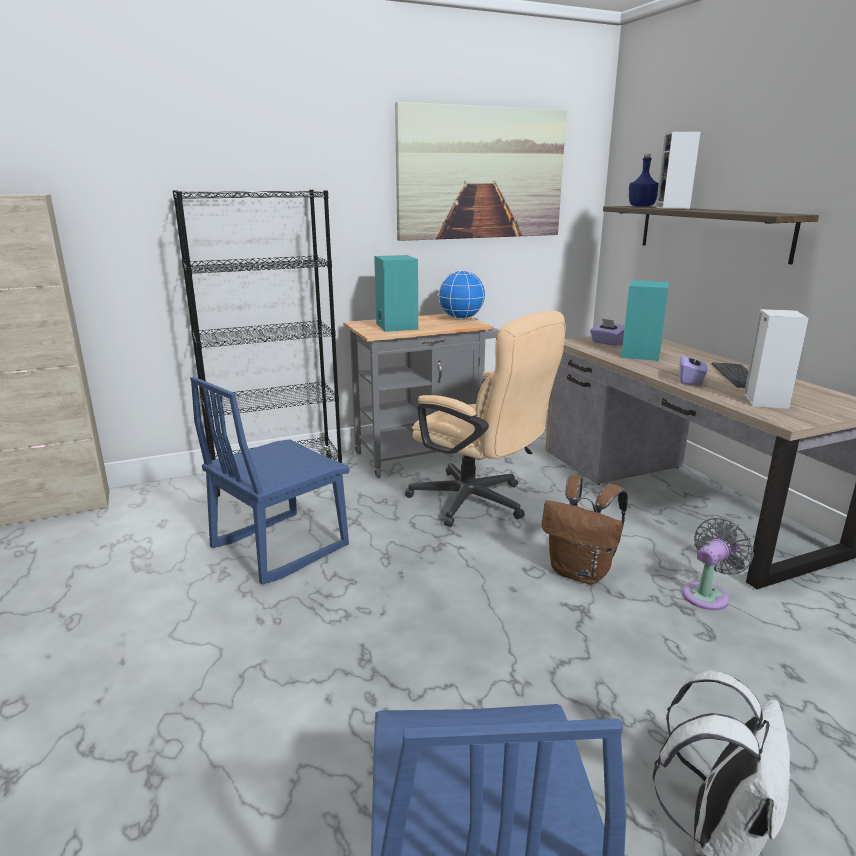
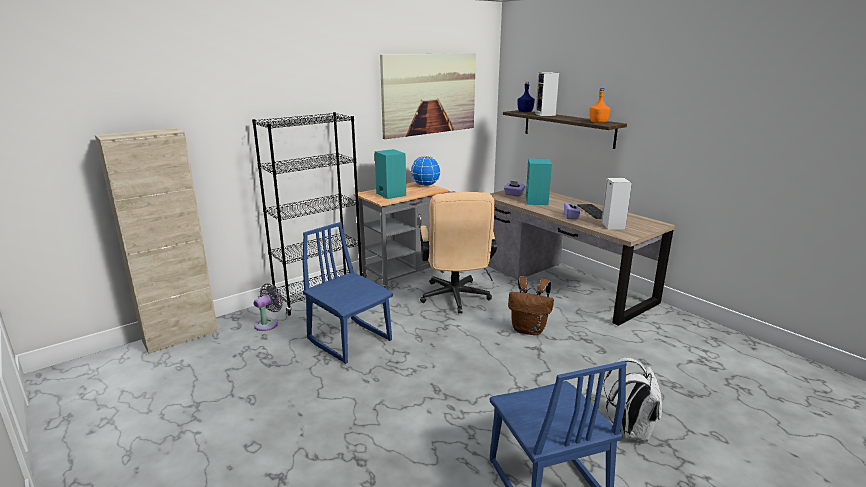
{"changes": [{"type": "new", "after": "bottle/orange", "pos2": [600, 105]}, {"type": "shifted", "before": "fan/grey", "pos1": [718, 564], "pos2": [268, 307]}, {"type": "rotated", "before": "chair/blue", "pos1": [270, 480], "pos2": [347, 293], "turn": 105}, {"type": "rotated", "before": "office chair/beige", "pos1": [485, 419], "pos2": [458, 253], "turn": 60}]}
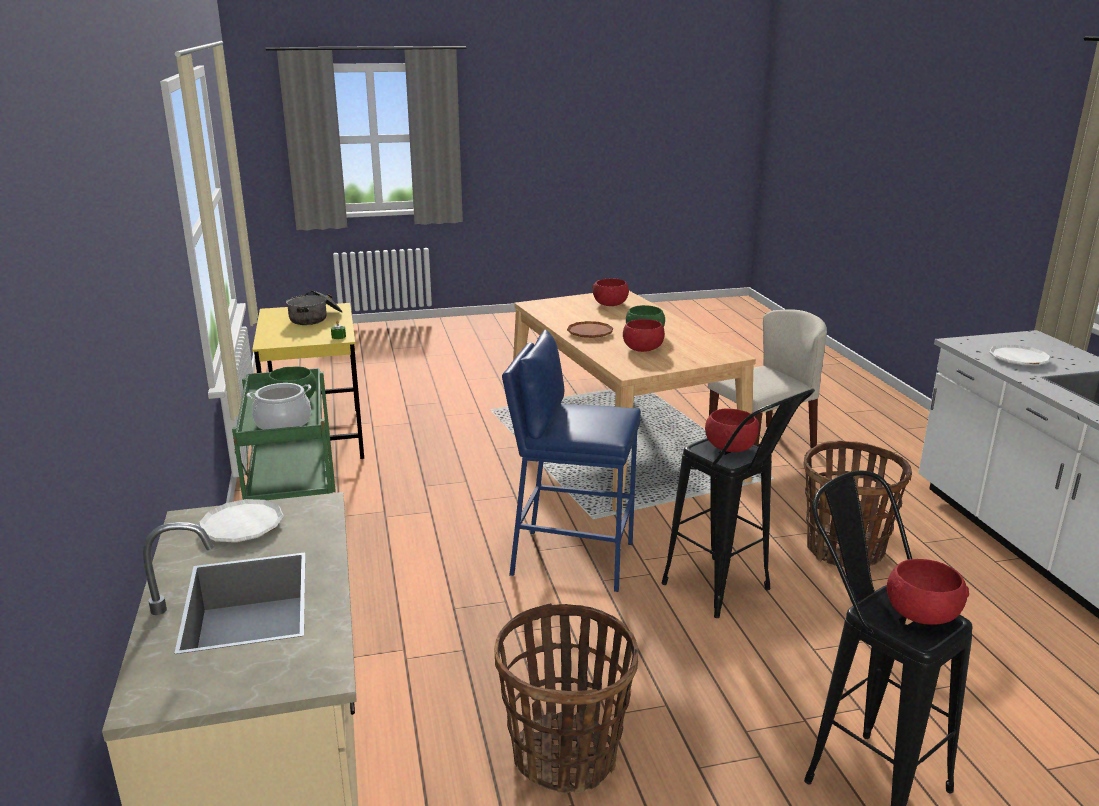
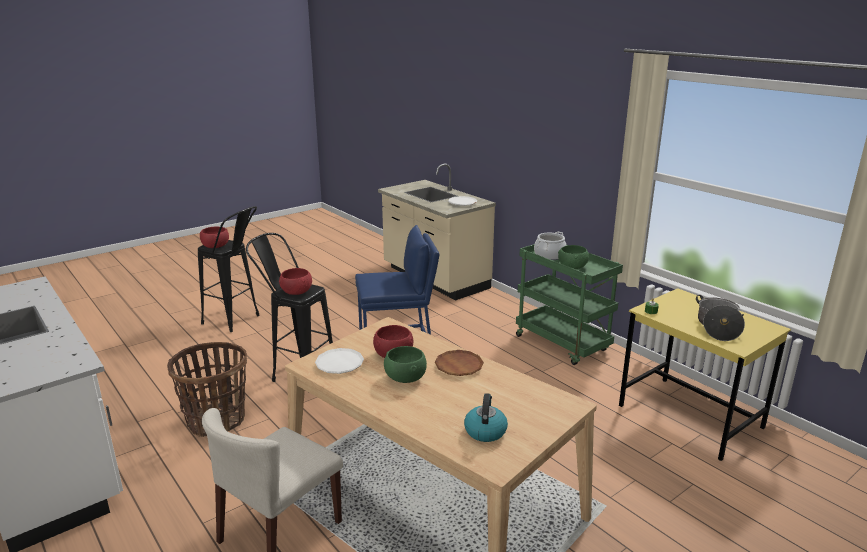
{"changes": [{"type": "gone", "before": "basket", "pos1": [566, 698]}, {"type": "shifted", "before": "plate/white", "pos1": [1020, 355], "pos2": [339, 361]}, {"type": "swapped", "before": "bowl/red", "after": "kettle", "pos1": [610, 292], "pos2": [486, 417]}]}
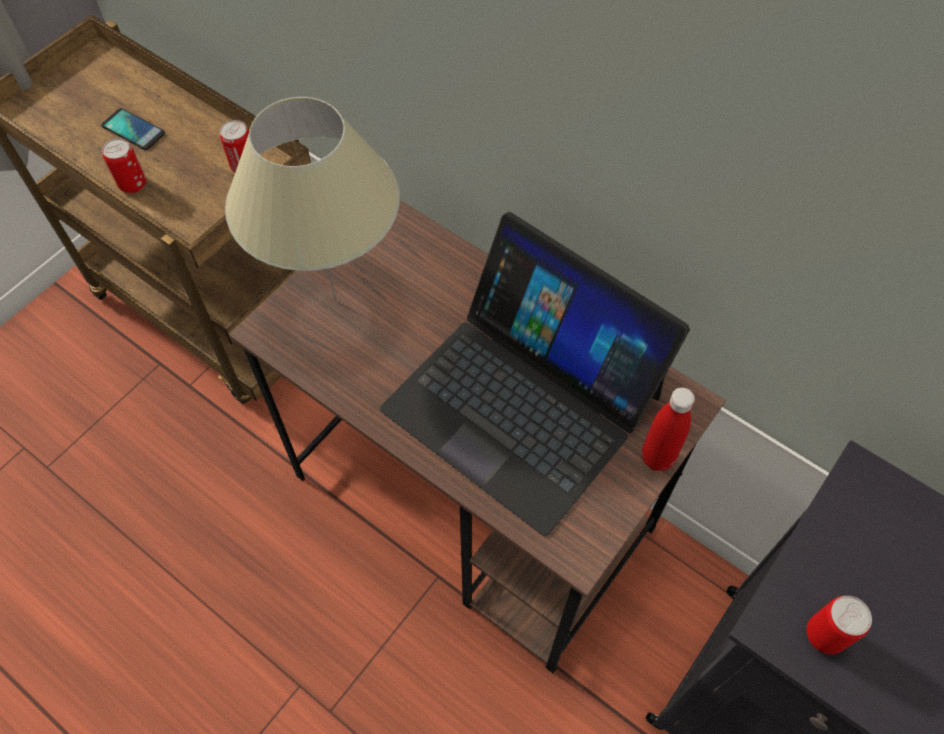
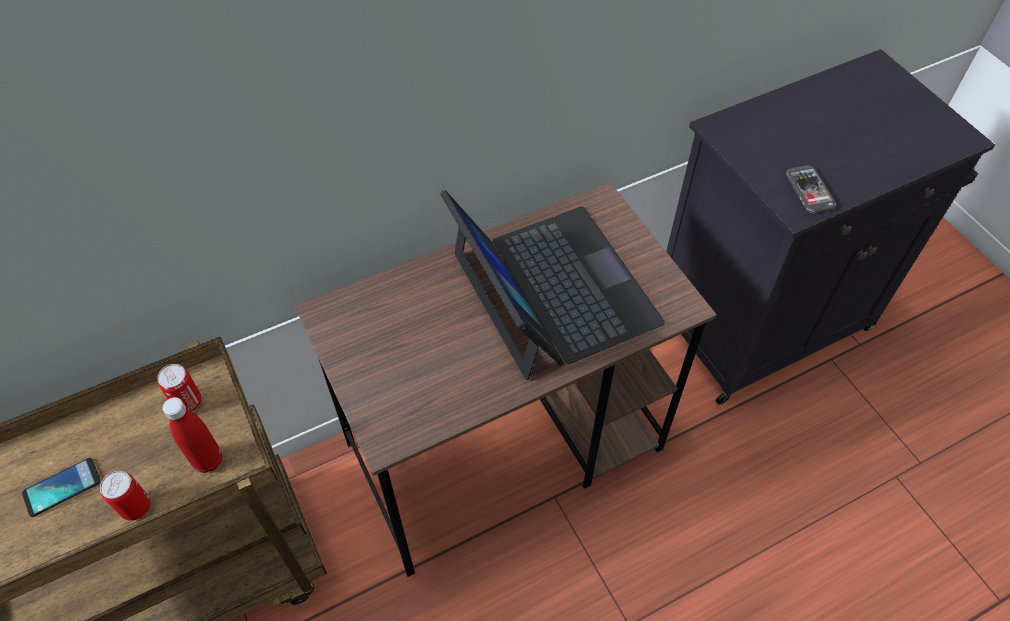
{"changes": [{"type": "gone", "before": "table lamp/beige", "pos1": [312, 199]}, {"type": "shifted", "before": "bottle/red", "pos1": [668, 429], "pos2": [192, 435]}, {"type": "swapped", "before": "can", "after": "phone", "pos1": [839, 625], "pos2": [811, 189]}, {"type": "rotated", "before": "laptop", "pos1": [535, 374], "pos2": [552, 284], "turn": -90}]}
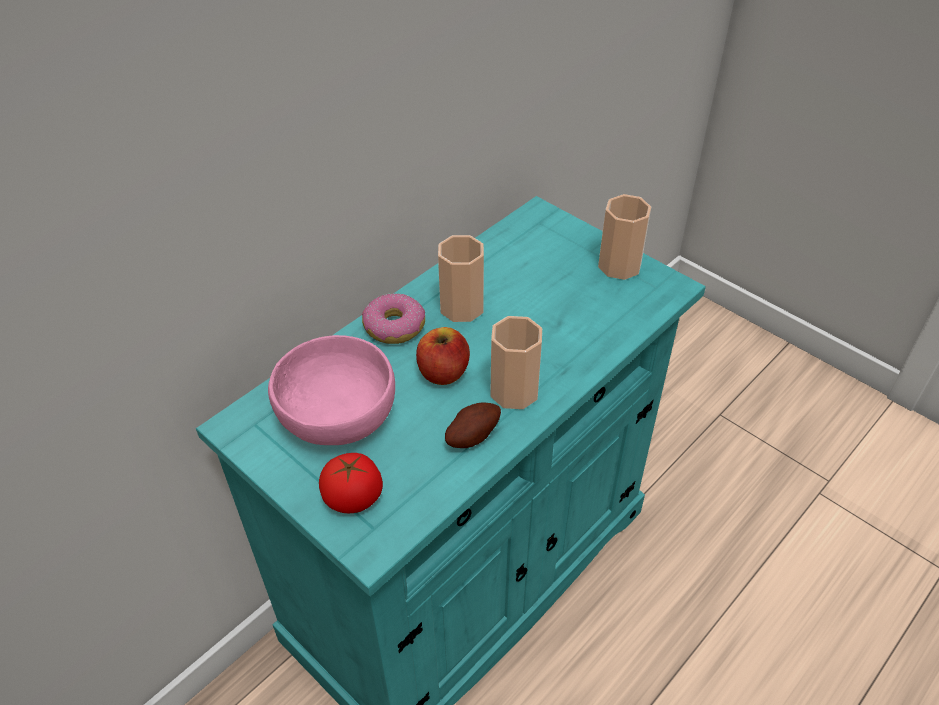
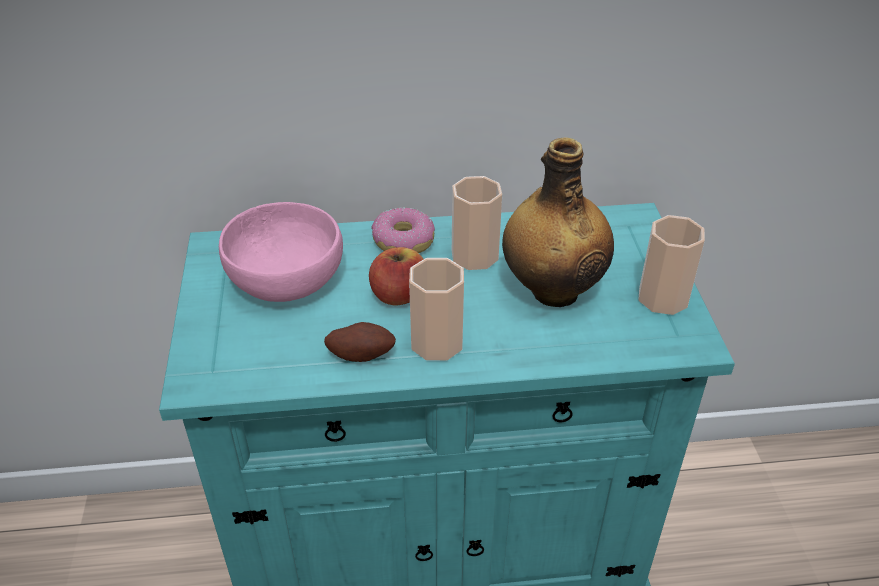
{"changes": [{"type": "gone", "before": "tomato", "pos1": [351, 483]}, {"type": "new", "after": "bottle", "pos2": [558, 222]}]}
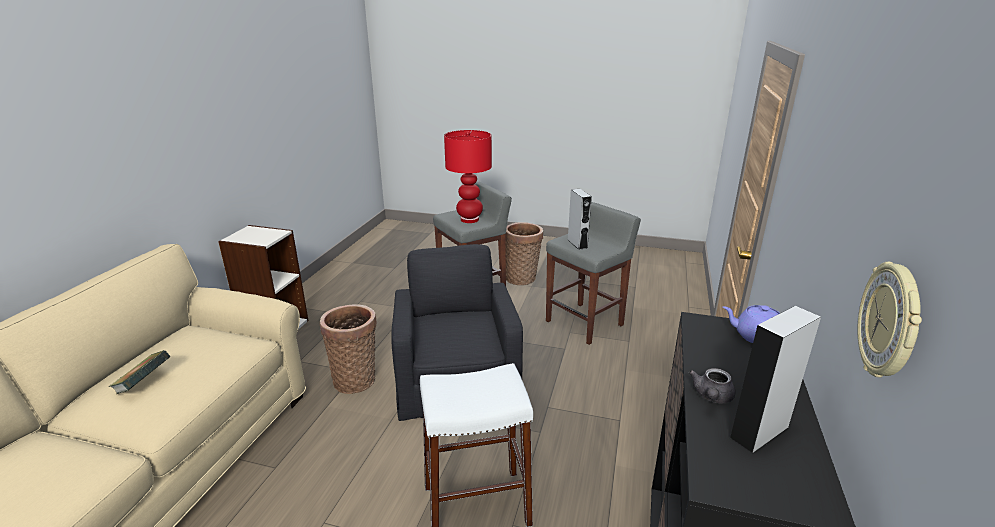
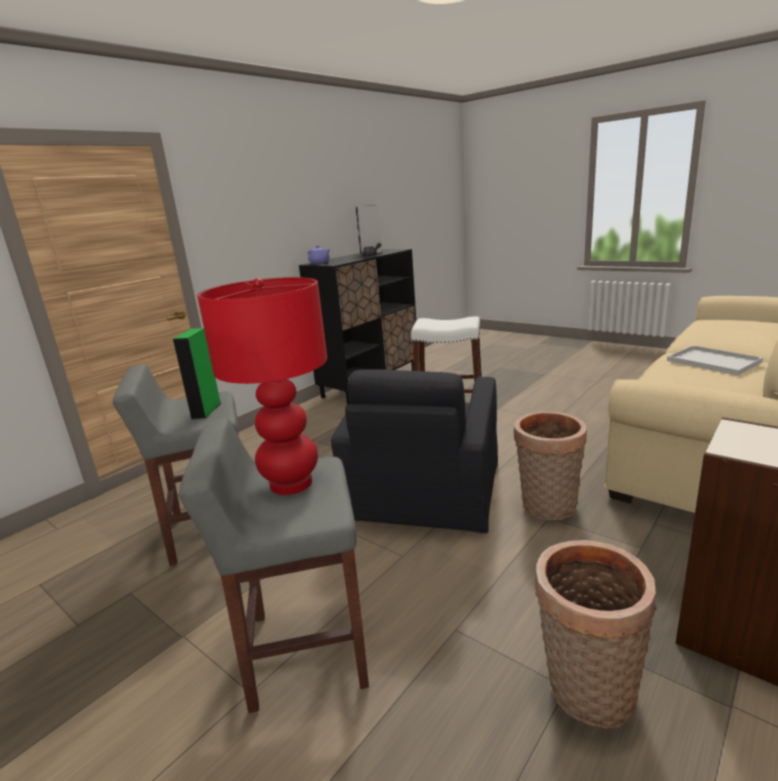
{"changes": [{"type": "gone", "before": "wall clock", "pos1": [890, 319]}, {"type": "shifted", "before": "basket", "pos1": [524, 253], "pos2": [596, 634]}, {"type": "swapped", "before": "book", "after": "tray/white", "pos1": [139, 372], "pos2": [715, 360]}, {"type": "repainted", "before": "speaker/grey", "after": "speaker/green", "pos1": [580, 219], "pos2": [197, 373]}]}
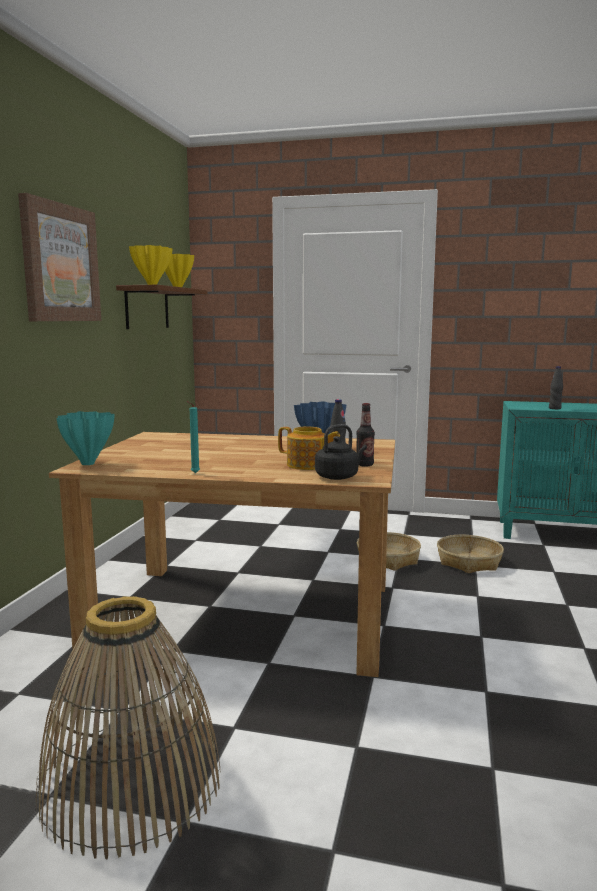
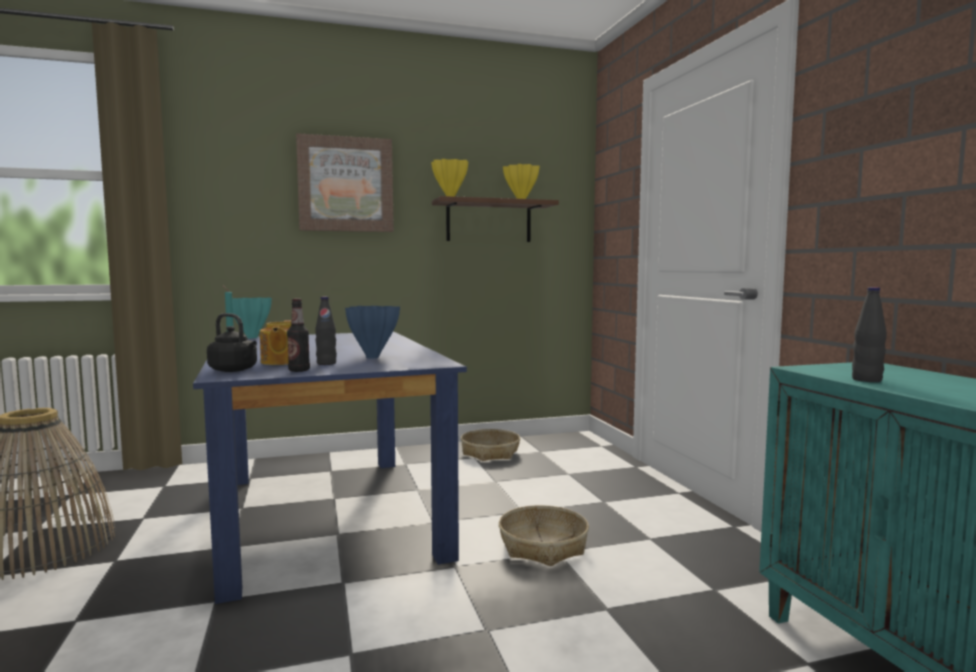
{"changes": [{"type": "shifted", "before": "basket", "pos1": [470, 554], "pos2": [490, 445]}, {"type": "repainted", "before": "dining table/brown", "after": "dining table/blue", "pos1": [222, 554], "pos2": [330, 467]}]}
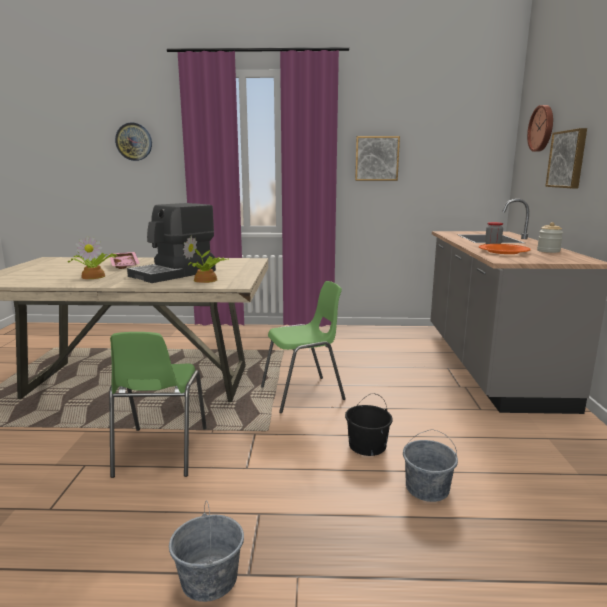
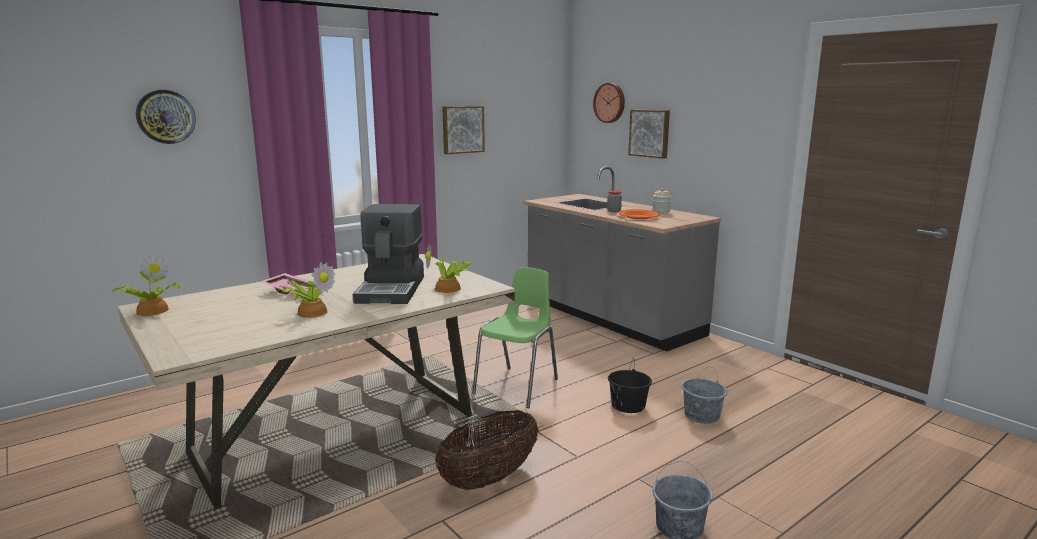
{"changes": [{"type": "new", "after": "potted plant", "pos2": [146, 285]}, {"type": "swapped", "before": "chair/green", "after": "basket", "pos1": [158, 405], "pos2": [486, 450]}]}
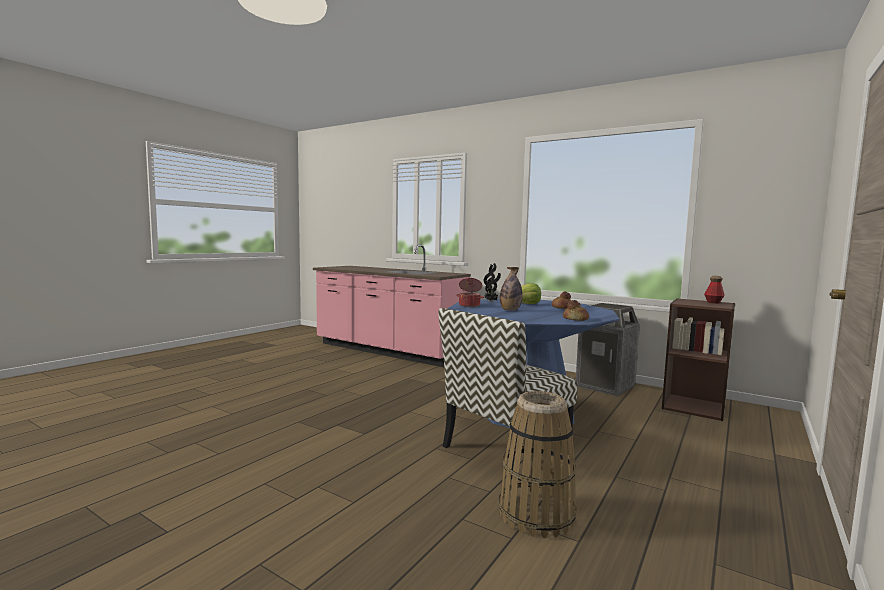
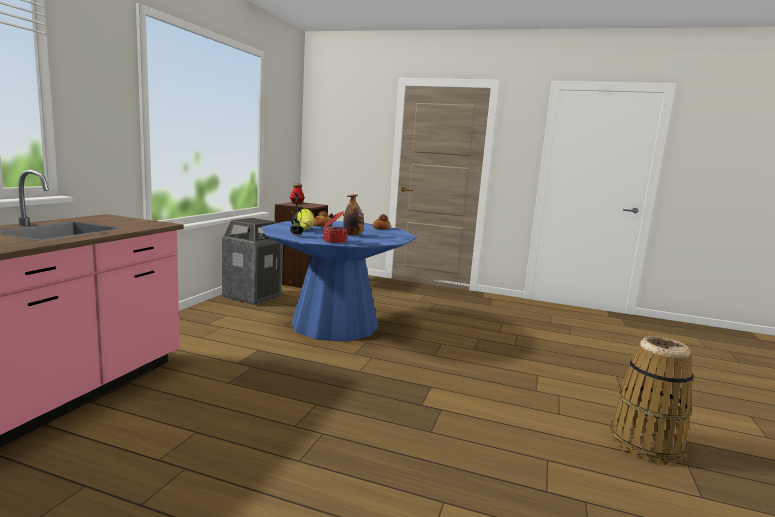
{"changes": [{"type": "gone", "before": "chair", "pos1": [507, 393]}, {"type": "shifted", "before": "basket", "pos1": [538, 464], "pos2": [651, 400]}]}
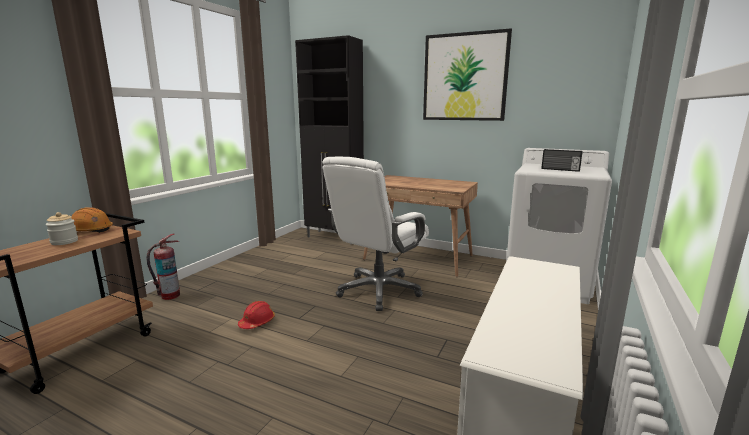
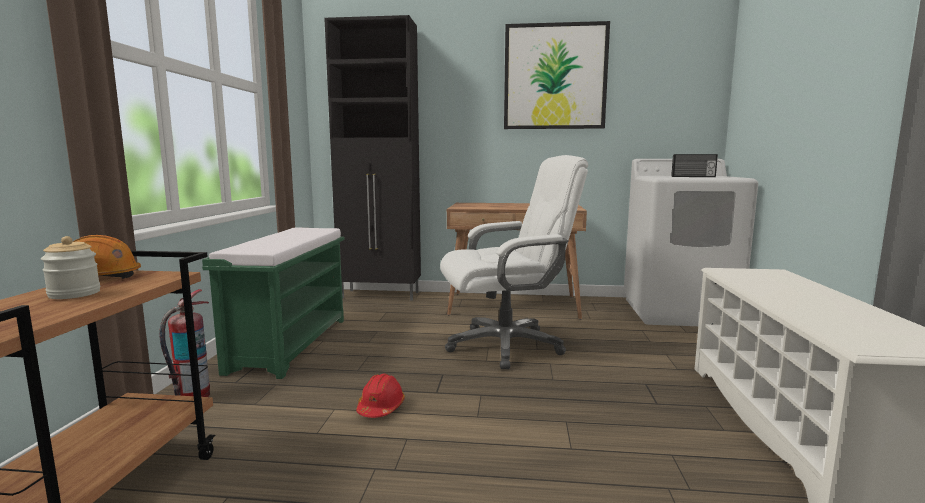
{"changes": [{"type": "new", "after": "bench/green", "pos2": [273, 303]}, {"type": "rotated", "before": "office chair/white", "pos1": [375, 234], "pos2": [514, 262], "turn": -120}]}
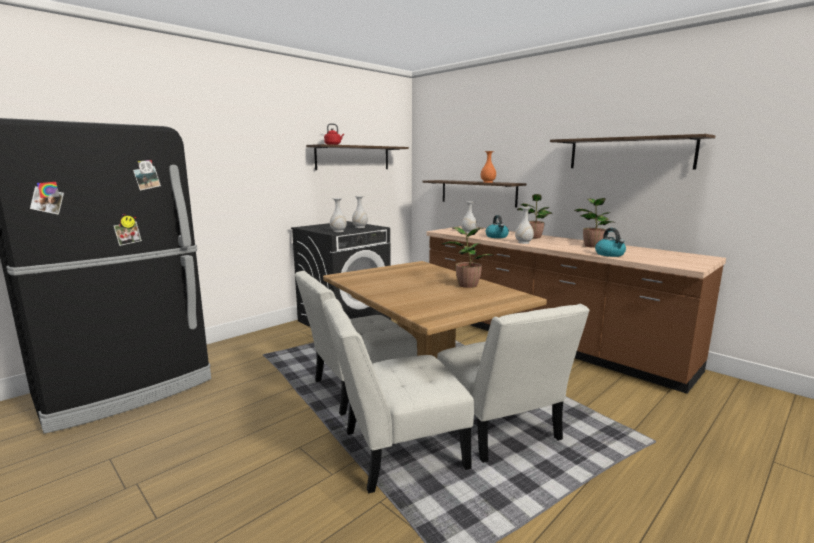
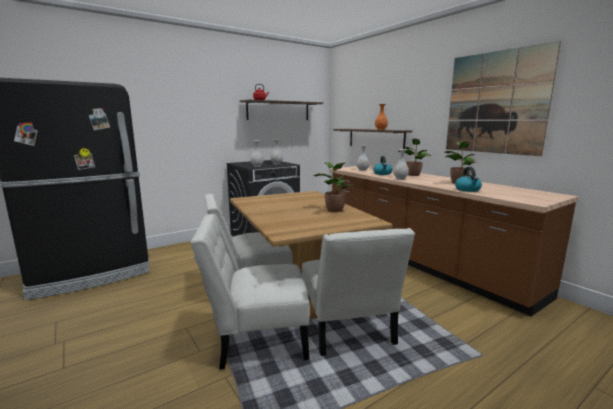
{"changes": [{"type": "swapped", "before": "shelf", "after": "picture", "pos1": [633, 152], "pos2": [503, 98]}]}
